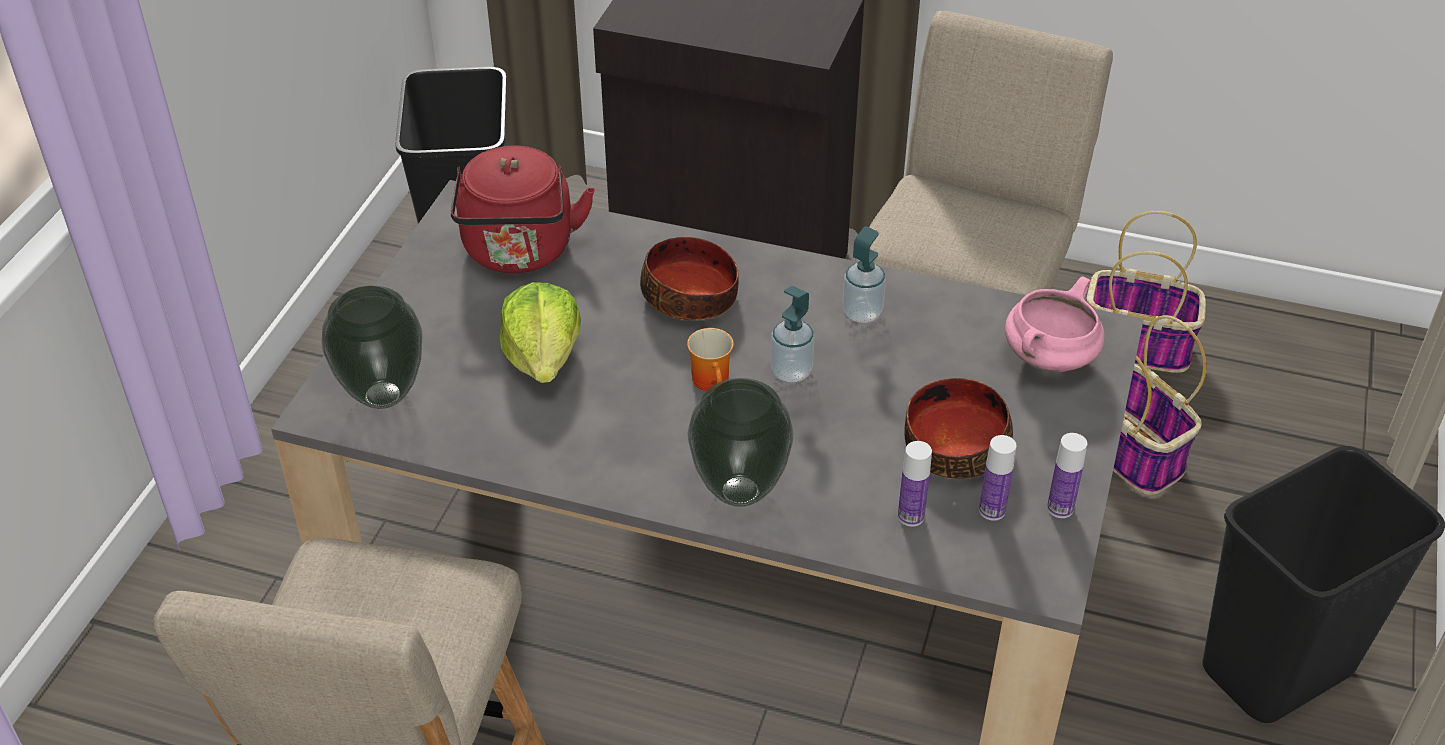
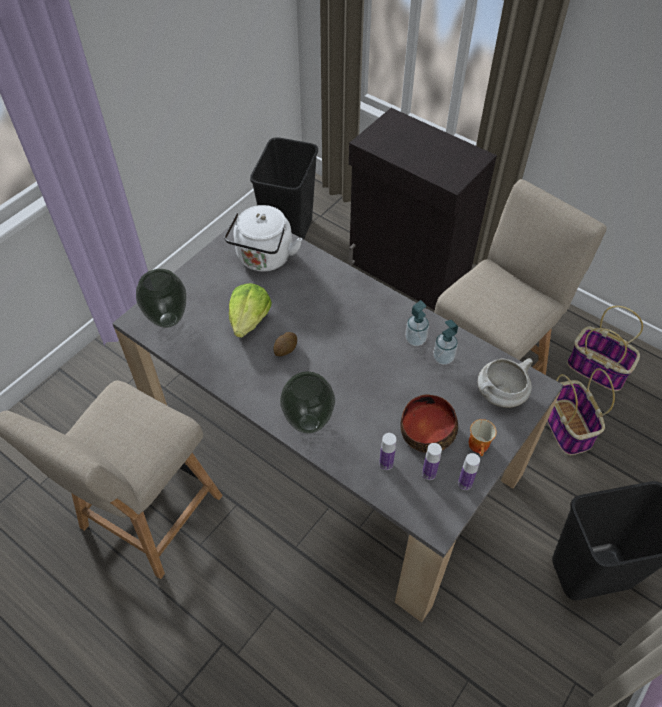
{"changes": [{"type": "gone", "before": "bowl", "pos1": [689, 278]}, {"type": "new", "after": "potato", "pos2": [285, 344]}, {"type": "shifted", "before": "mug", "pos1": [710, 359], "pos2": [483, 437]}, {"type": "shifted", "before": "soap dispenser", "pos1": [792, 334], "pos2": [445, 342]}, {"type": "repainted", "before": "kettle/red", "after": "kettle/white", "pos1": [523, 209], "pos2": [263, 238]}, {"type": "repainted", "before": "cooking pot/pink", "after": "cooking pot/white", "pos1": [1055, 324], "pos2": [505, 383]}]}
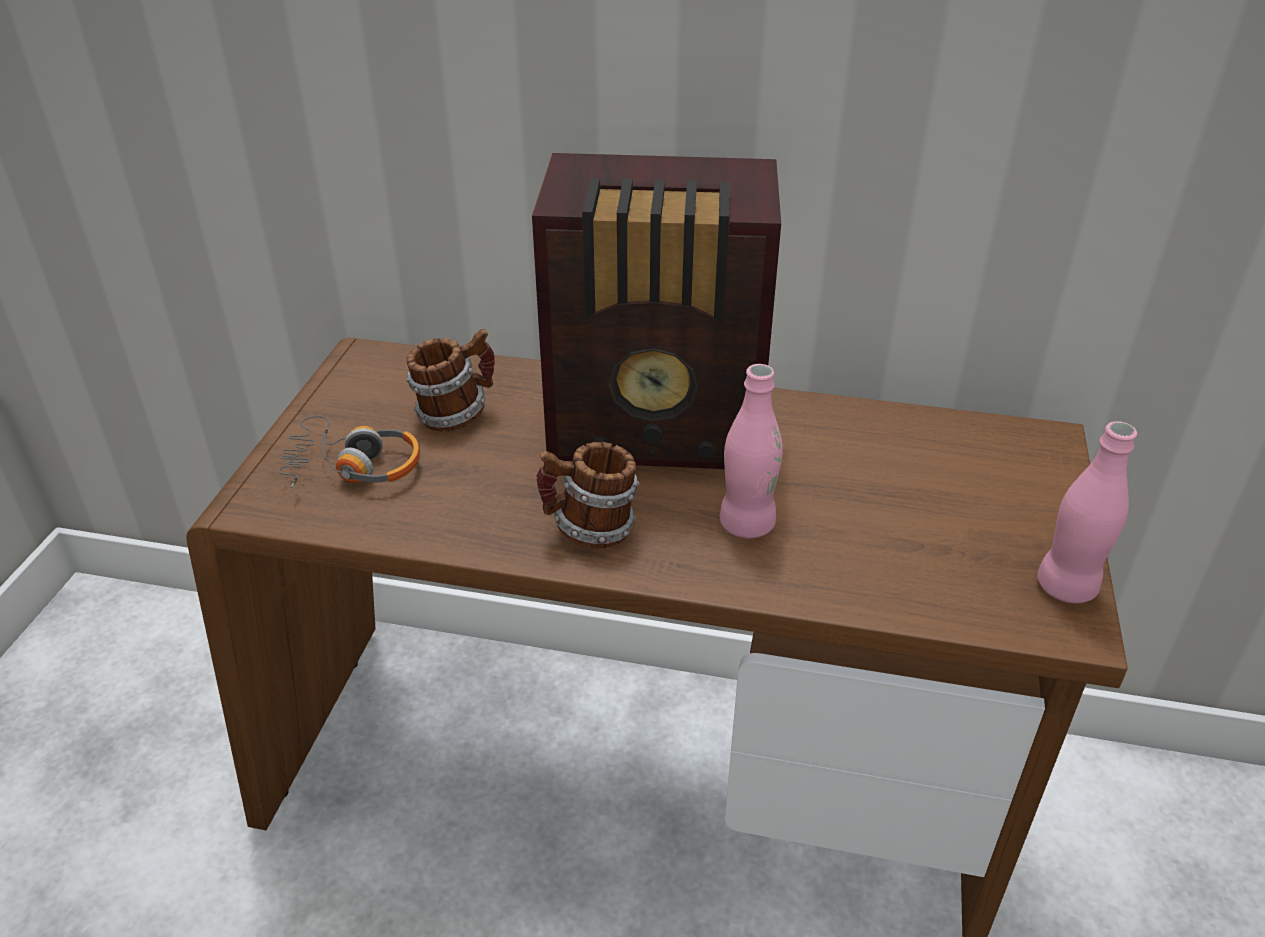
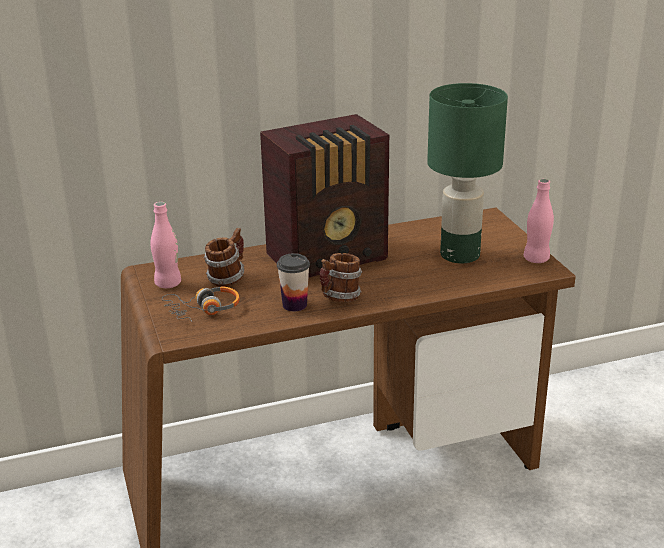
{"changes": [{"type": "new", "after": "cup", "pos2": [293, 282]}, {"type": "new", "after": "table lamp/green", "pos2": [467, 173]}, {"type": "shifted", "before": "bottle/pink", "pos1": [751, 451], "pos2": [165, 245]}]}
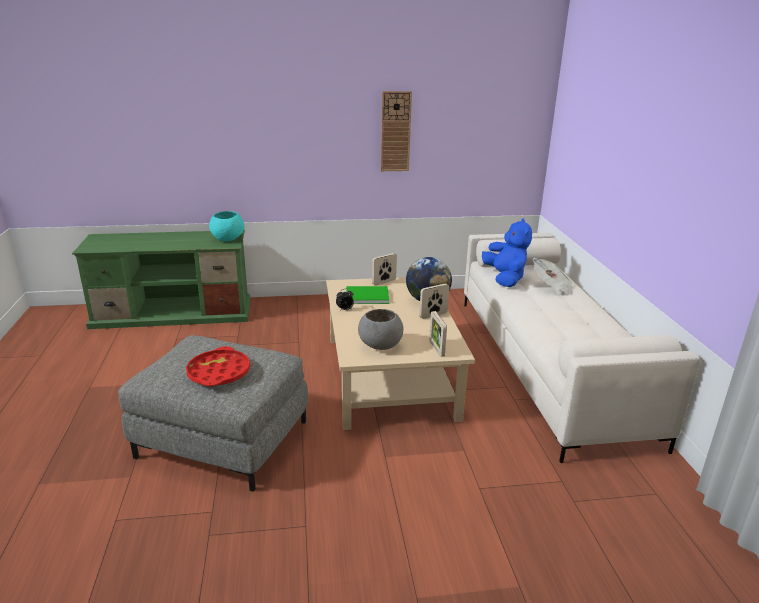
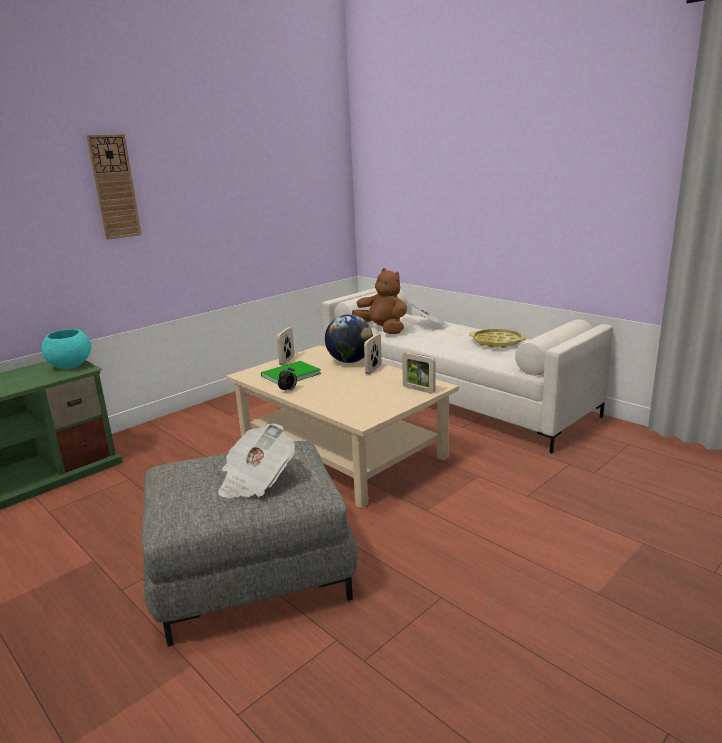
{"changes": [{"type": "gone", "before": "bowl/grey", "pos1": [380, 329]}, {"type": "new", "after": "tray/yellow", "pos2": [498, 338]}, {"type": "shifted", "before": "wall clock", "pos1": [396, 131], "pos2": [113, 187]}, {"type": "swapped", "before": "tray/red", "after": "newspaper", "pos1": [218, 366], "pos2": [256, 460]}, {"type": "repainted", "before": "plush toy/blue", "after": "plush toy/brown", "pos1": [507, 252], "pos2": [379, 301]}]}
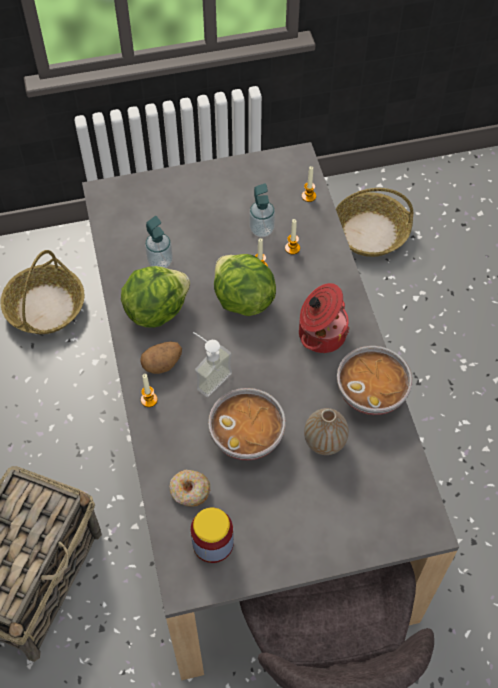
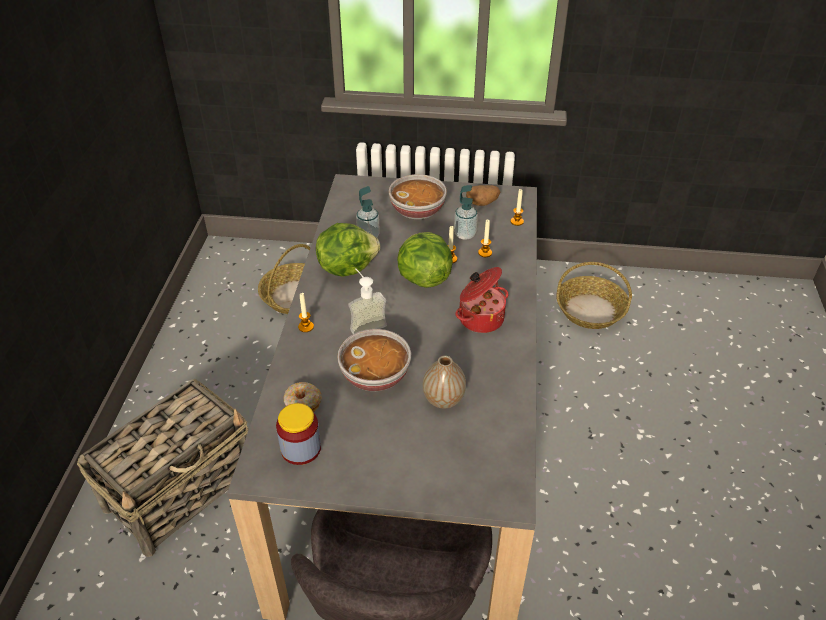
{"changes": [{"type": "shifted", "before": "potato", "pos1": [161, 357], "pos2": [483, 195]}, {"type": "shifted", "before": "bowl", "pos1": [375, 380], "pos2": [418, 196]}]}
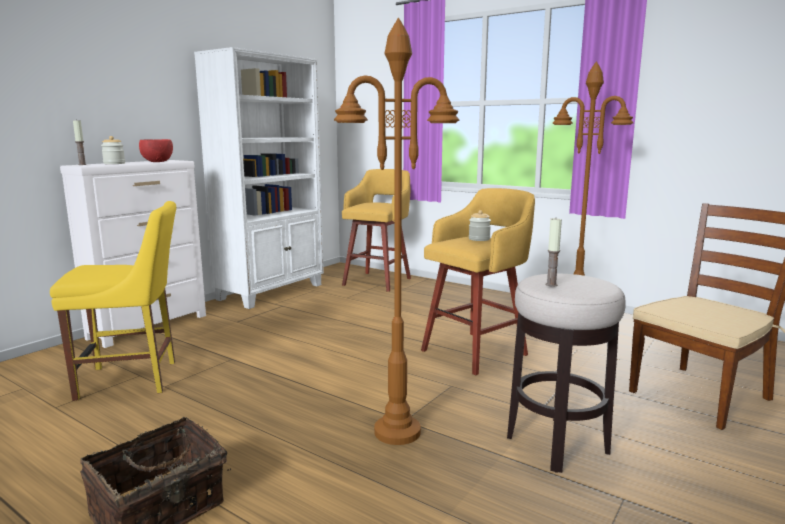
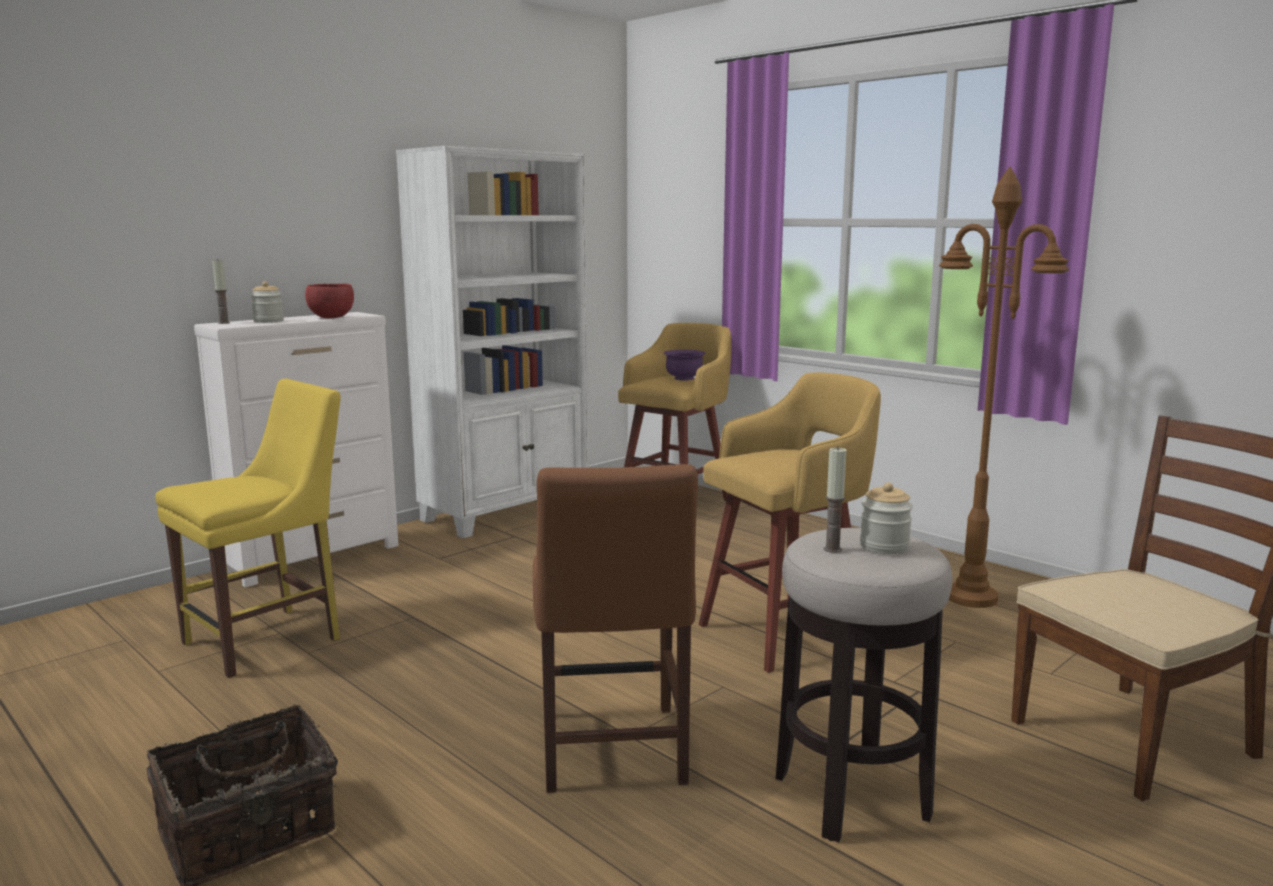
{"changes": [{"type": "new", "after": "bowl/purple", "pos2": [685, 365]}, {"type": "shifted", "before": "jar", "pos1": [480, 225], "pos2": [886, 518]}, {"type": "swapped", "before": "floor lamp/brown", "after": "chair/brown", "pos1": [396, 231], "pos2": [615, 628]}, {"type": "rotated", "before": "chair/yellow", "pos1": [113, 301], "pos2": [248, 528], "turn": -45}]}
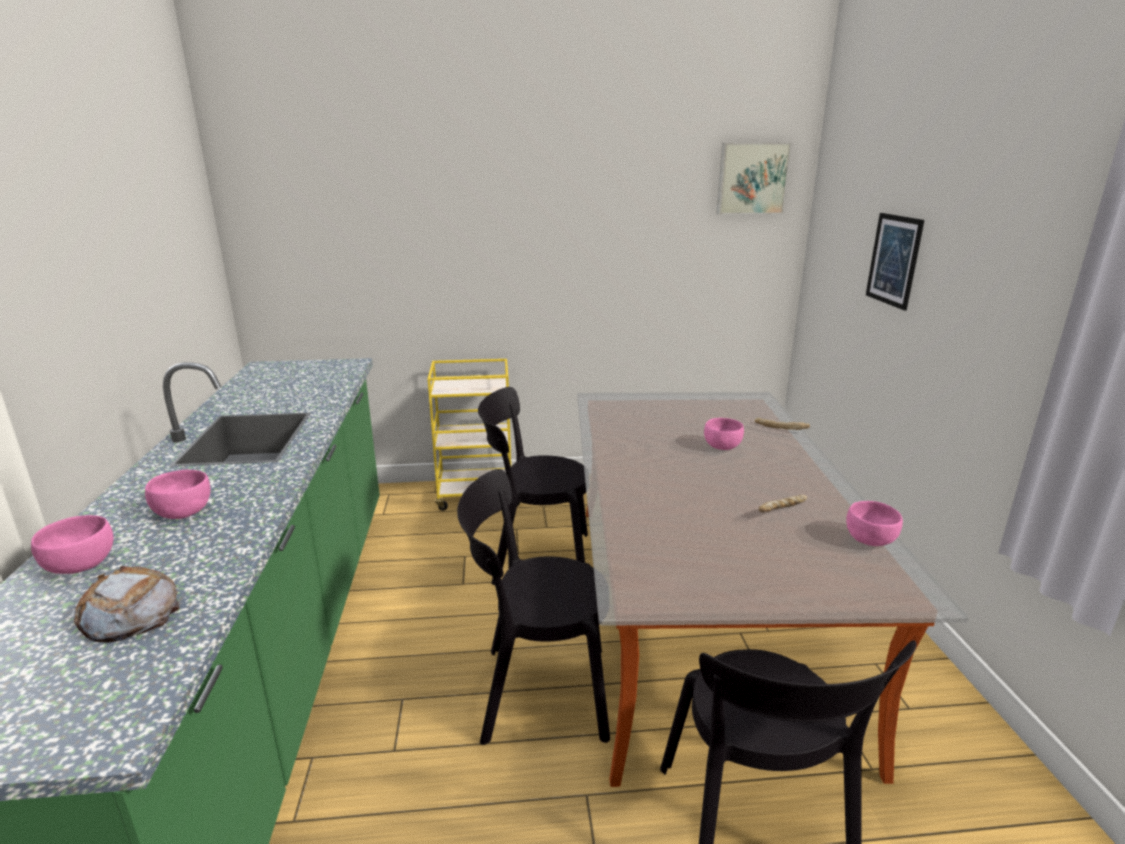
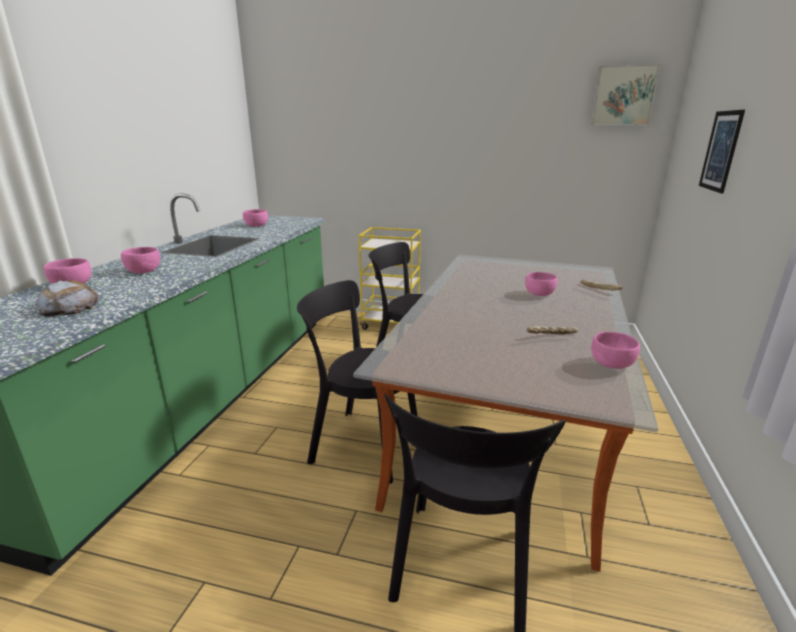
{"changes": [{"type": "new", "after": "bowl/pink", "pos2": [255, 218]}]}
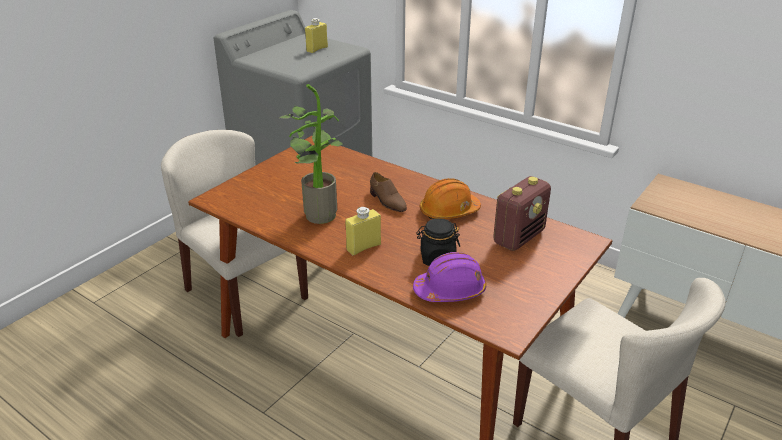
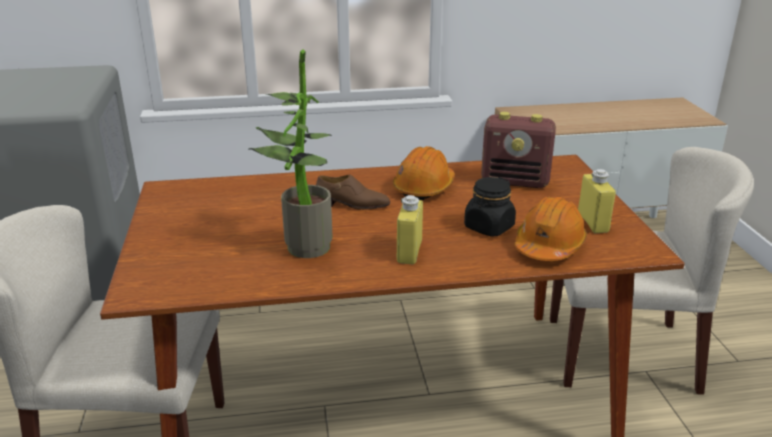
{"changes": [{"type": "shifted", "before": "bottle/yellow", "pos1": [316, 35], "pos2": [597, 201]}, {"type": "repainted", "before": "hard hat/purple", "after": "hard hat/orange", "pos1": [450, 277], "pos2": [551, 228]}, {"type": "rotated", "before": "radio", "pos1": [522, 213], "pos2": [518, 150], "turn": 105}]}
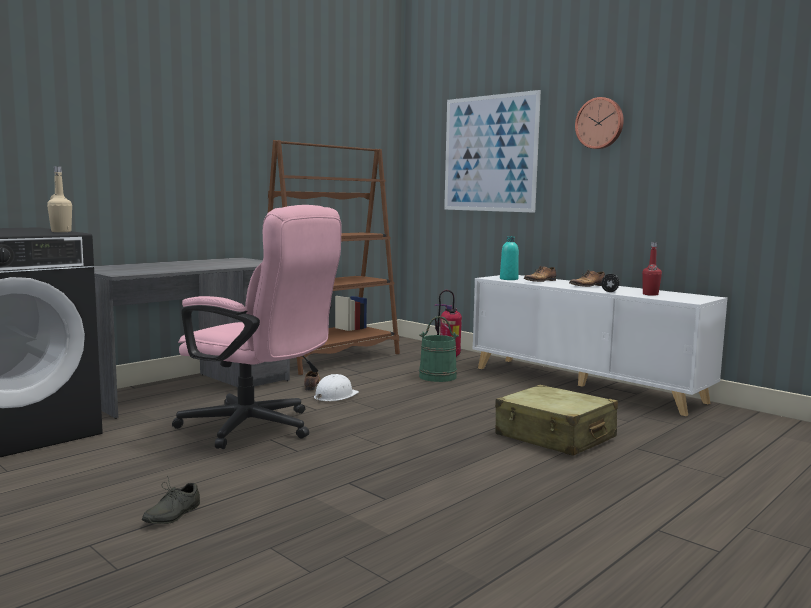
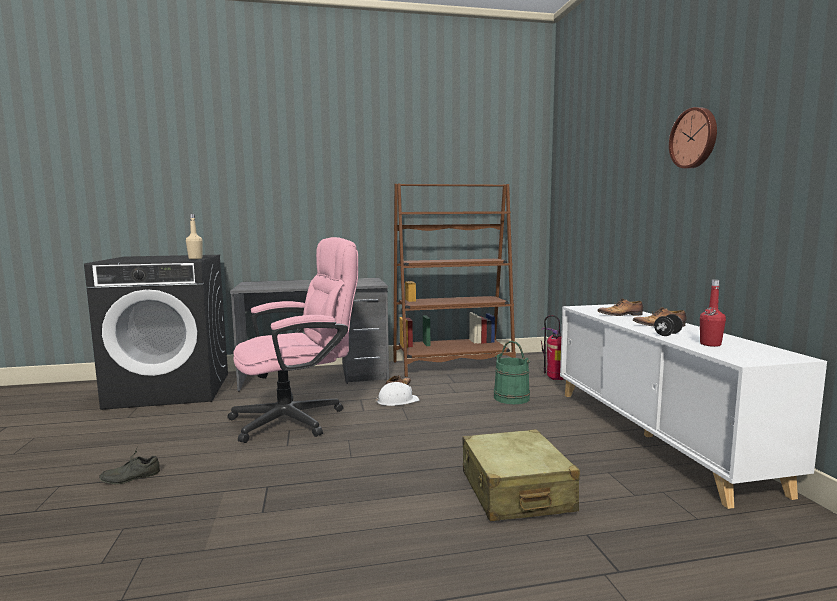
{"changes": [{"type": "gone", "before": "picture", "pos1": [492, 151]}, {"type": "gone", "before": "bottle/turquoise", "pos1": [509, 258]}, {"type": "rotated", "before": "office chair/pink", "pos1": [257, 327], "pos2": [292, 340], "turn": -90}]}
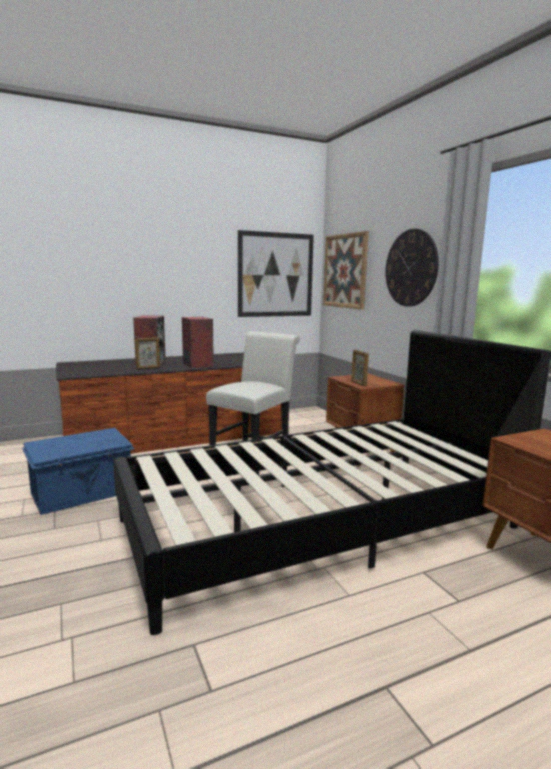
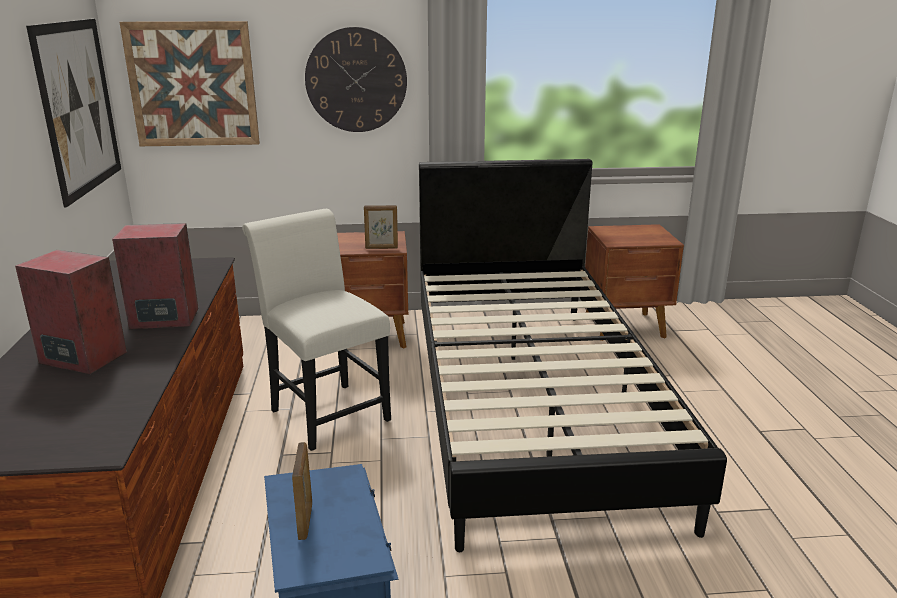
{"changes": [{"type": "shifted", "before": "picture frame", "pos1": [147, 353], "pos2": [302, 491]}]}
